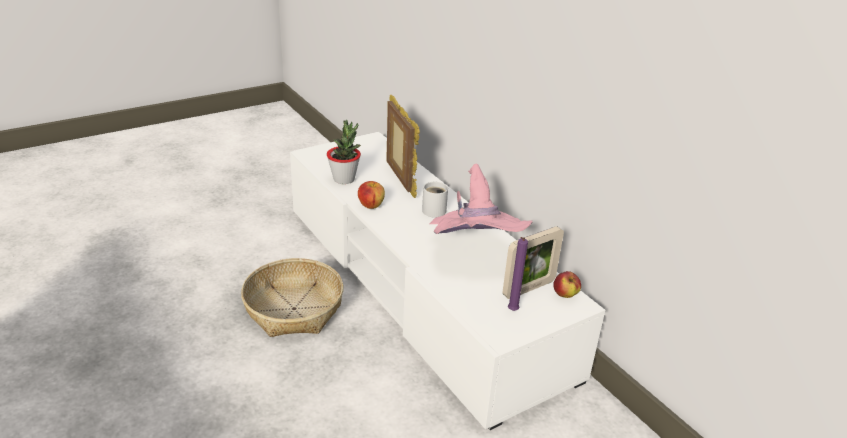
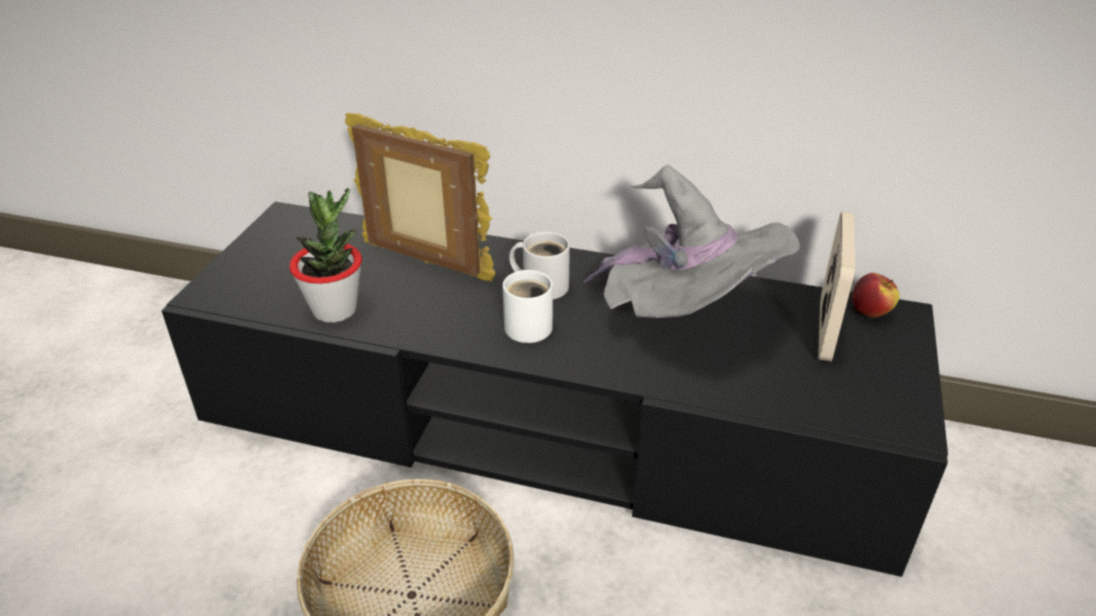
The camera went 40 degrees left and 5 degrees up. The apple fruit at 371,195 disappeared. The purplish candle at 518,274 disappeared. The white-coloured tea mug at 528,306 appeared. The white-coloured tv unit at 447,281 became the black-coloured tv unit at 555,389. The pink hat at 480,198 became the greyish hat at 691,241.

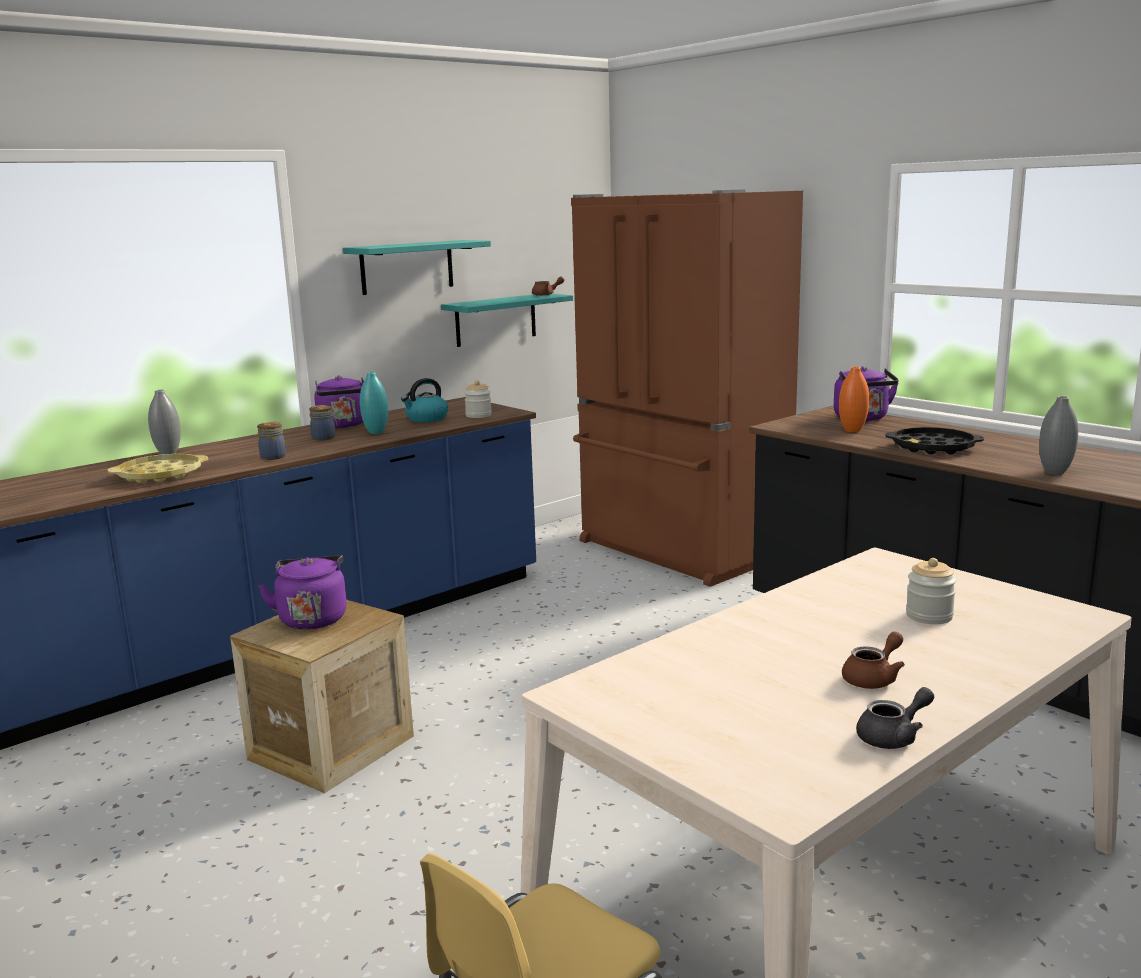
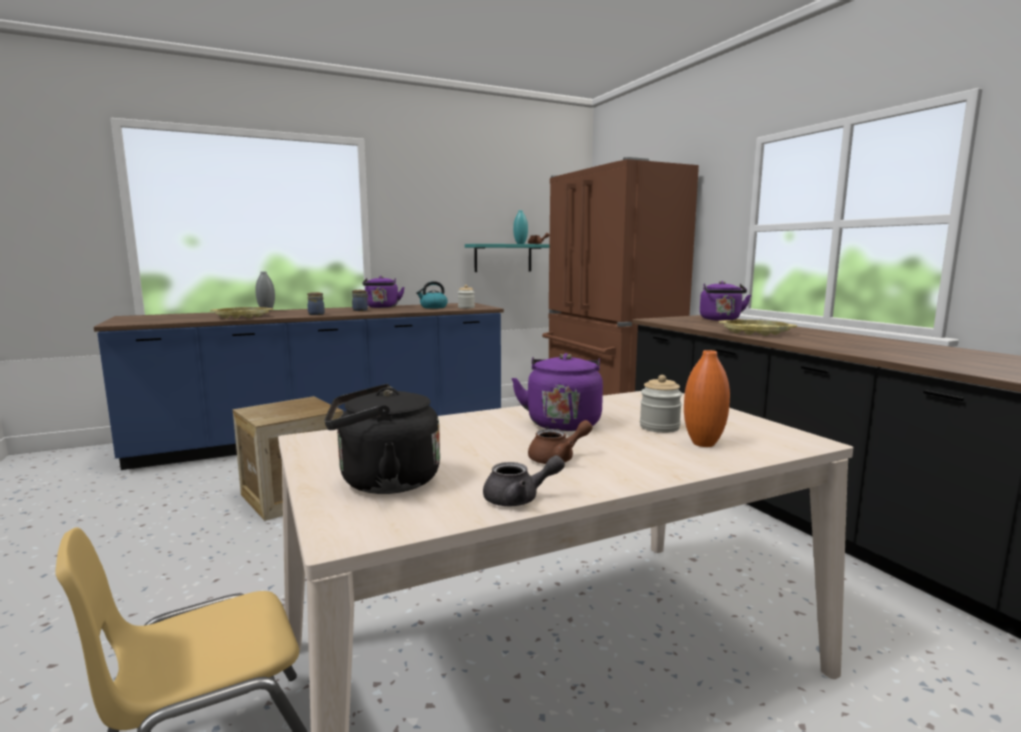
The camera went 15 degrees right and 5 degrees down. The turquoise wall shelf at 417,267 disappeared. The greyish flower vase at 1058,435 disappeared. The black-coloured tea kettle at 382,439 appeared. The purplish tea kettle moved from 302,592 to 557,392. The turquoise flower vase moved from 374,403 to 520,227. The orange-coloured flower vase moved from 854,399 to 707,398. The black-coloured carrying tray at 934,441 became the yellow carrying tray at 758,328.

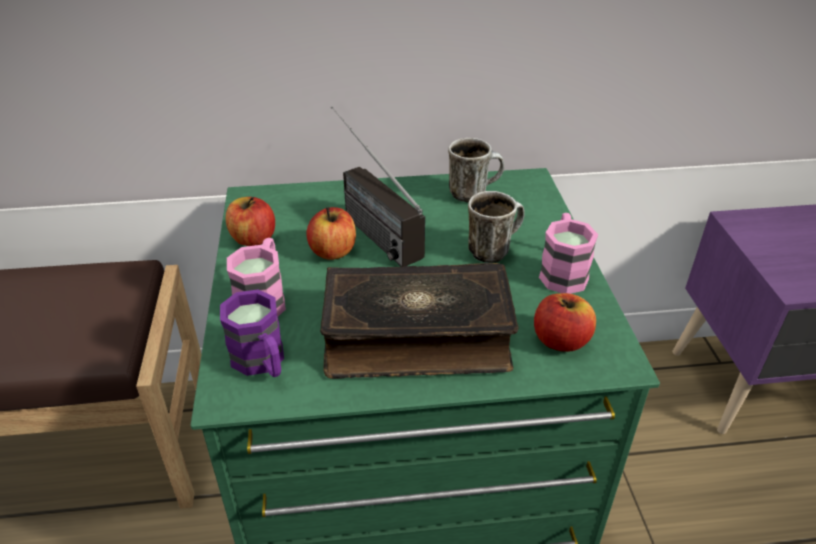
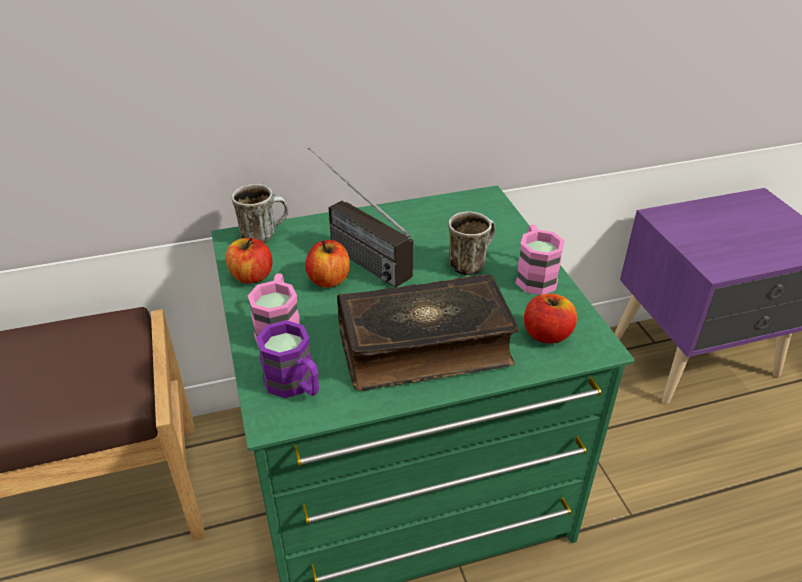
The camera went 10 degrees left and 0 degrees up. The tea mug moved from 476,170 to 260,213.

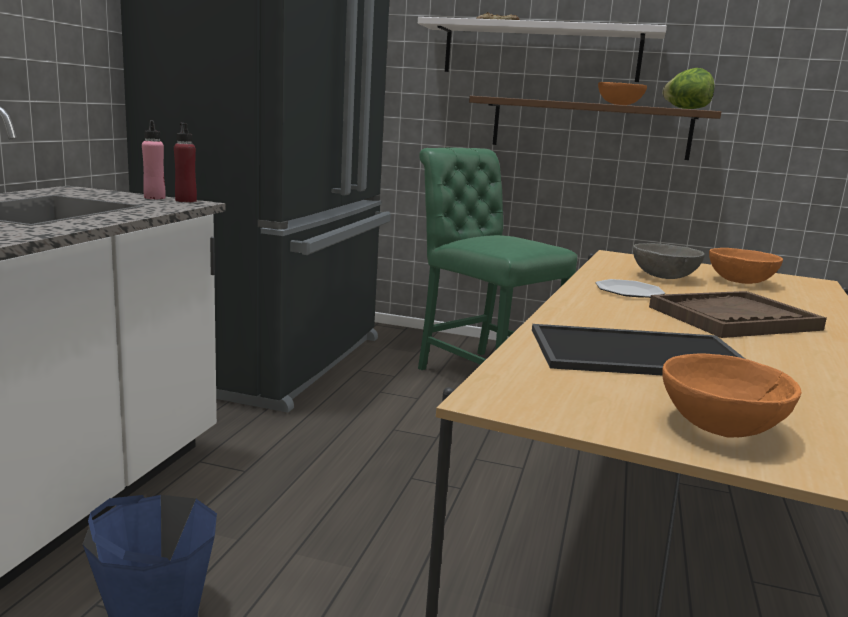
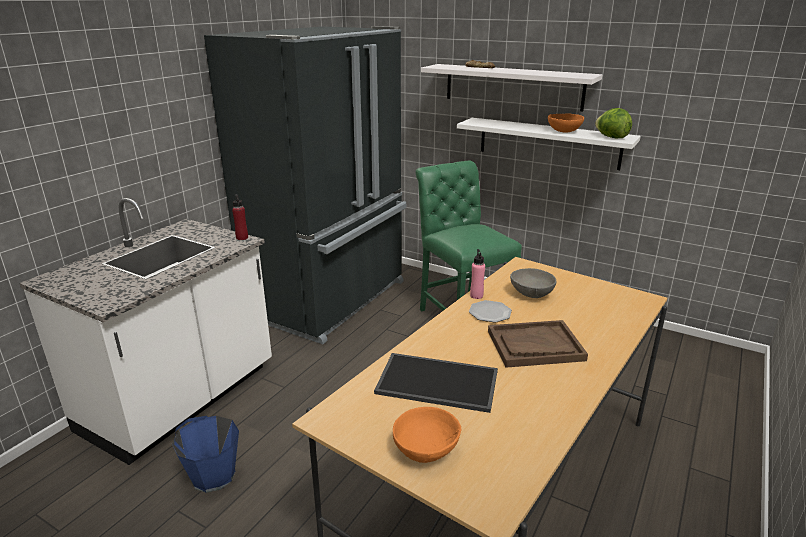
The camera went 15 degrees right and 10 degrees up. The orange-coloured bowl at 746,266 disappeared. The pink drink bottle moved from 154,159 to 477,274. The brownish wall shelf at 595,128 became the white-coloured wall shelf at 549,144.

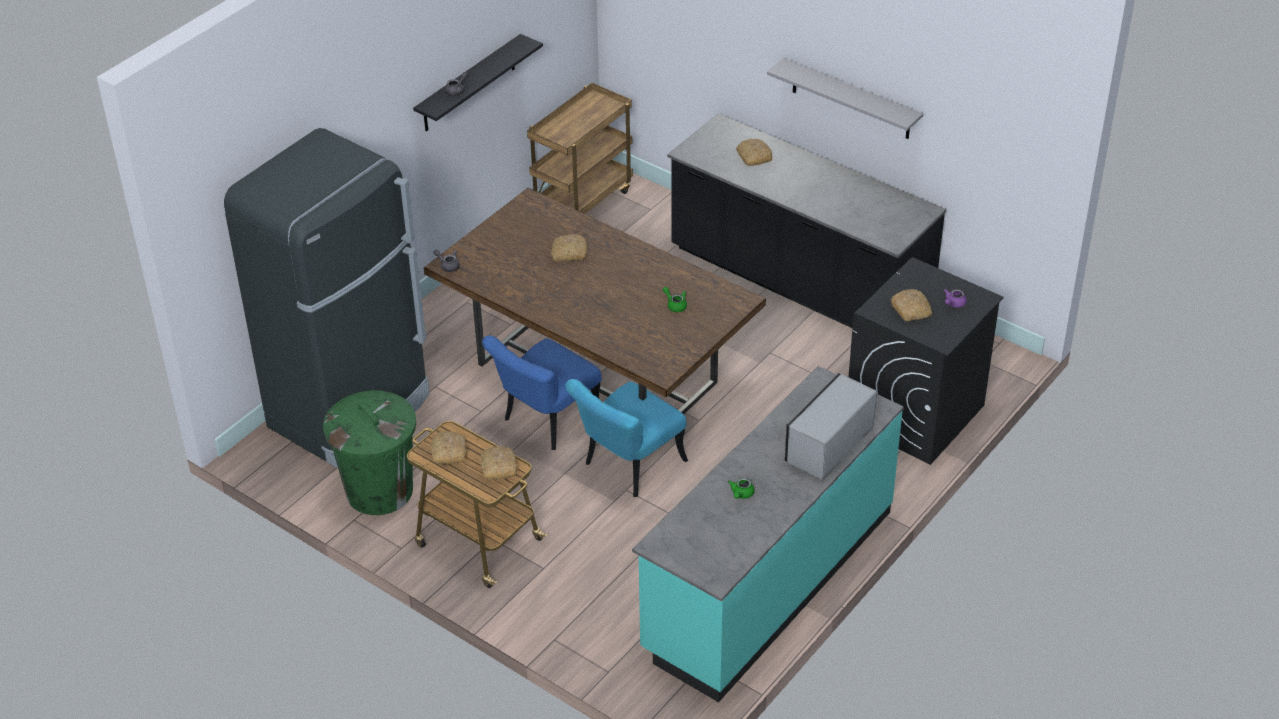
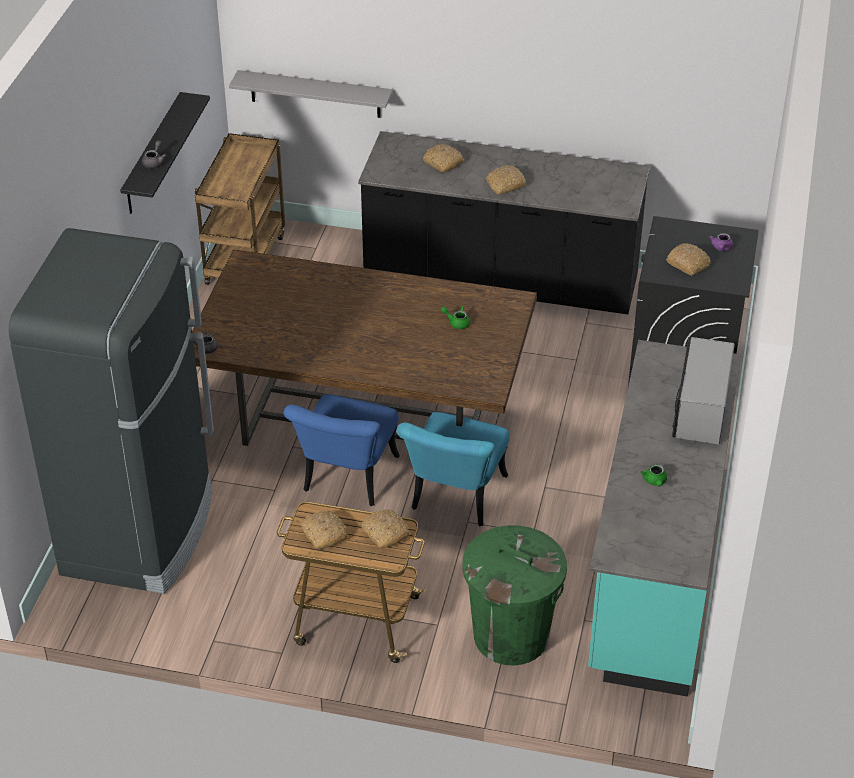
The camera went 25 degrees left and 0 degrees up. The green trash can moved from 369,452 to 514,595. The baked bread moved from 569,247 to 506,179. The greyish wall shelf moved from 845,98 to 311,94.

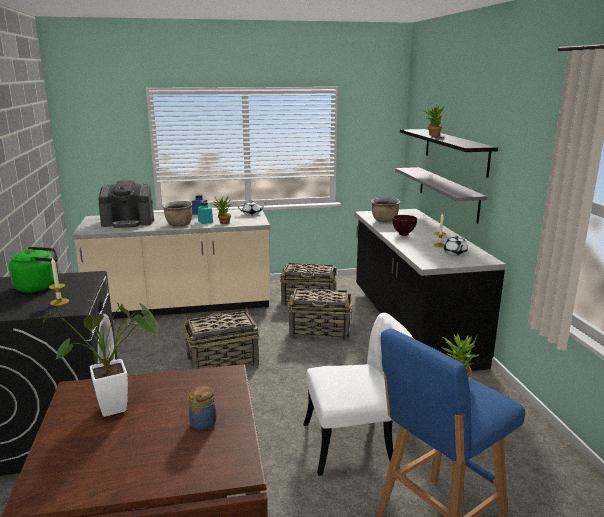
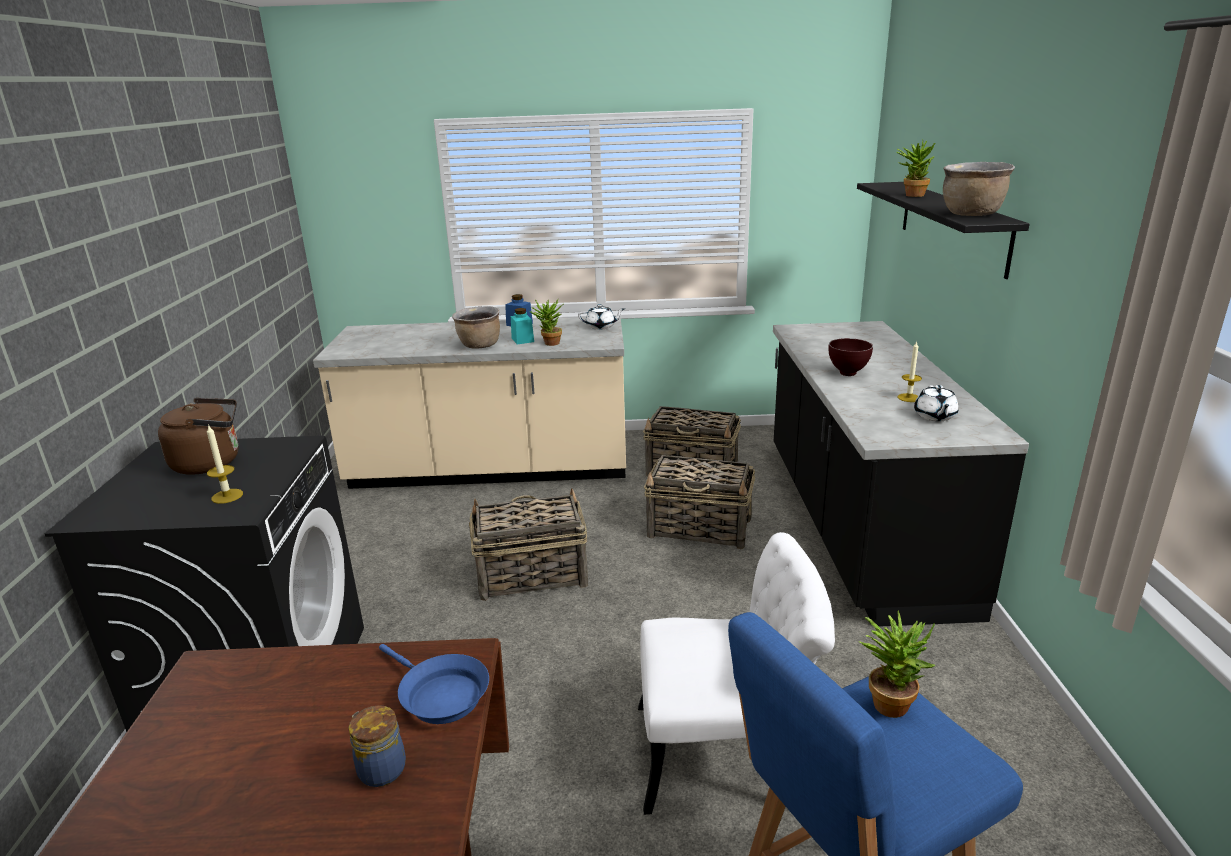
The camera went 10 degrees right and 5 degrees up. The potted plant at 101,360 disappeared. The coffee brewer at 126,204 disappeared. The greyish wall shelf at 441,195 disappeared. The blue-coloured skillet at 434,684 appeared. The brownish saucepot moved from 385,210 to 979,189. The green tea kettle at 33,269 became the brownish tea kettle at 198,436.

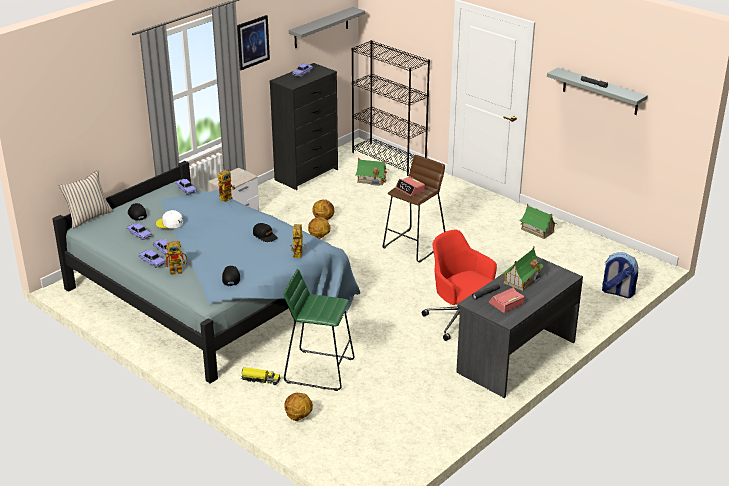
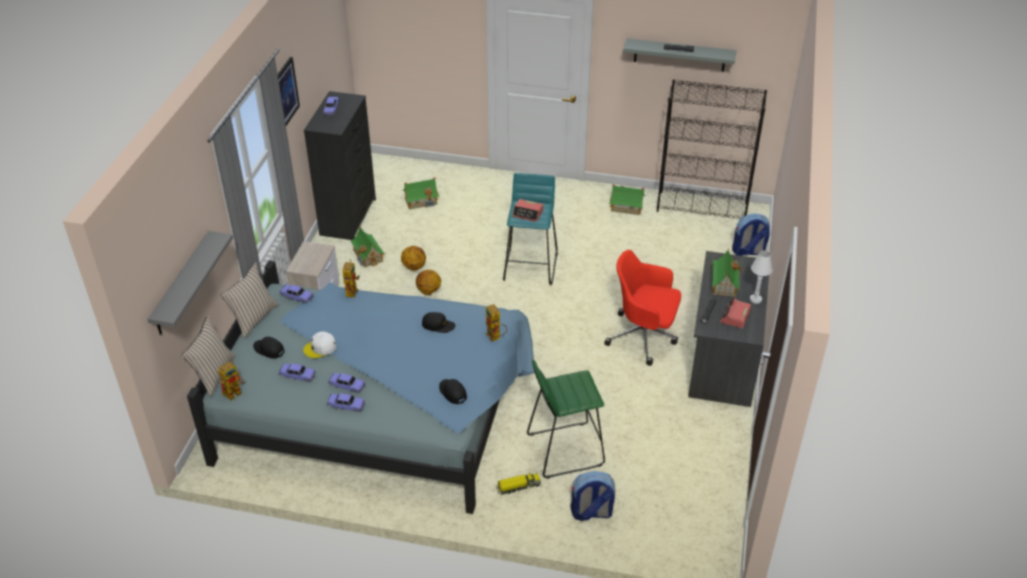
The camera went 30 degrees left and 10 degrees up. The sand-coloured throw pillow at 249,300 appeared. The model house at 367,246 appeared. The white-coloured tabletop lamp at 761,277 appeared. The robot figure moved from 176,258 to 231,380. The greyish wall shelf moved from 327,27 to 190,283. The black-coloured bookshelf moved from 390,108 to 712,149. The basketball ball at 298,407 was replaced by the backpack at 593,496. The brownish sitting stool at 414,209 became the turquoise sitting stool at 530,229.

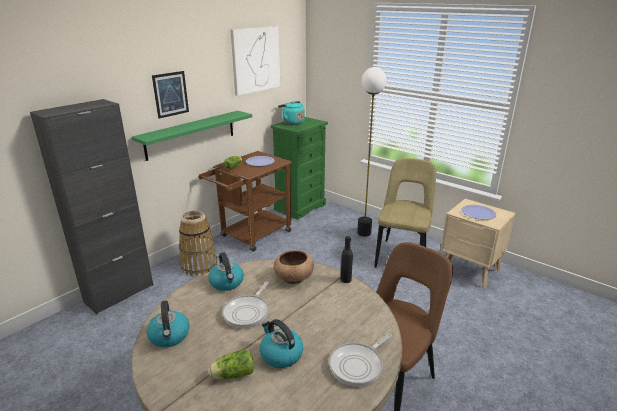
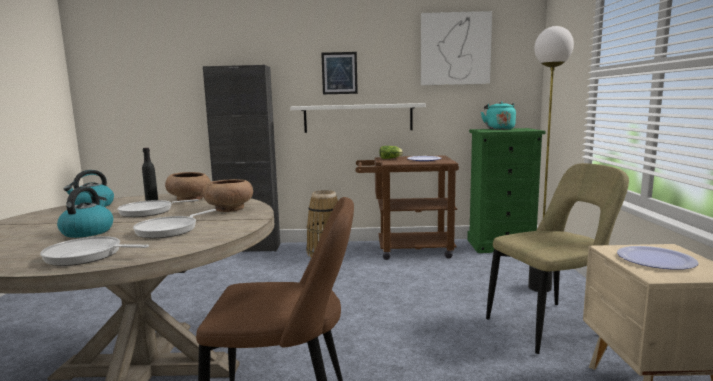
The camera went 50 degrees right and 15 degrees down. The head of lettuce at 231,364 disappeared. The skillet at 174,223 appeared. The black-coloured drink bottle moved from 347,259 to 150,174. The tea kettle at 226,271 was replaced by the brownish bowl at 188,186. The green wall shelf at 192,136 became the white-coloured wall shelf at 358,118.

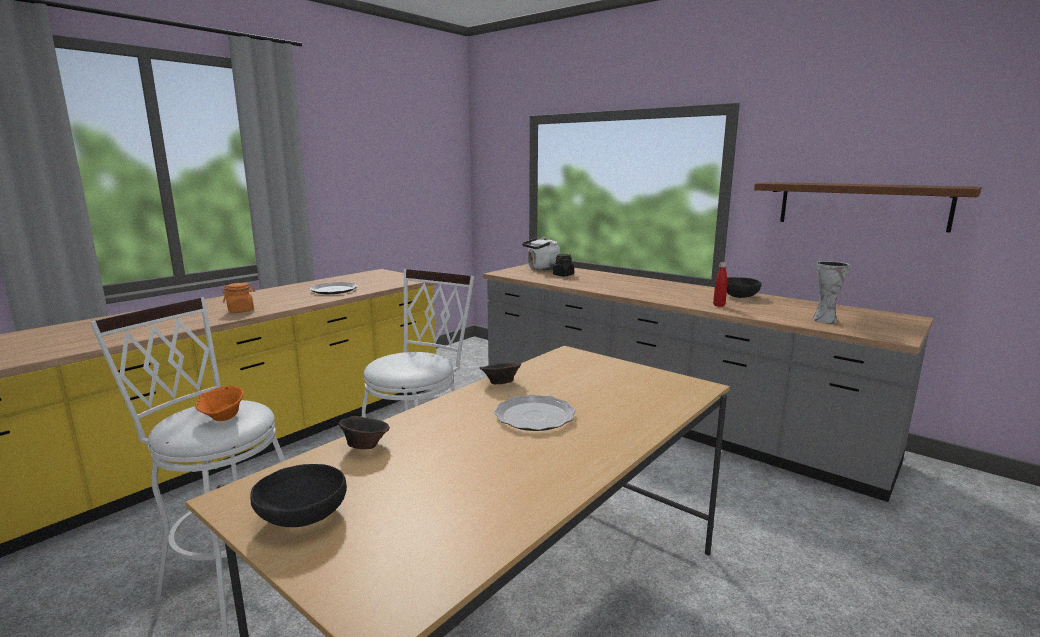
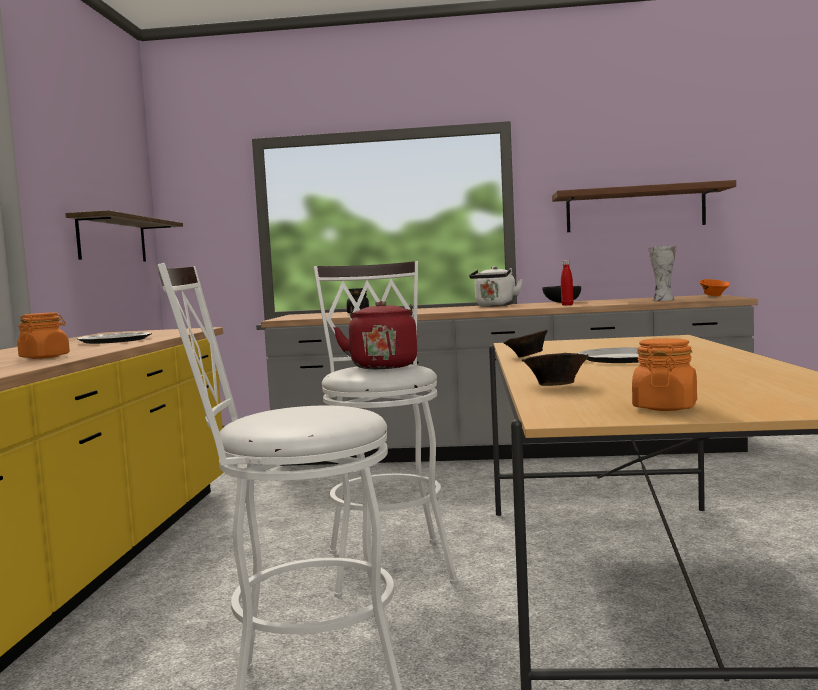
The camera went 35 degrees left and 10 degrees down. The wall shelf at 124,236 appeared. The red-coloured tea kettle at 375,335 appeared. The orange-coloured bowl moved from 219,403 to 714,287. The white-coloured tea kettle moved from 541,253 to 496,286. The black-coloured bowl at 298,495 was replaced by the orange-coloured storage jar at 664,374.

